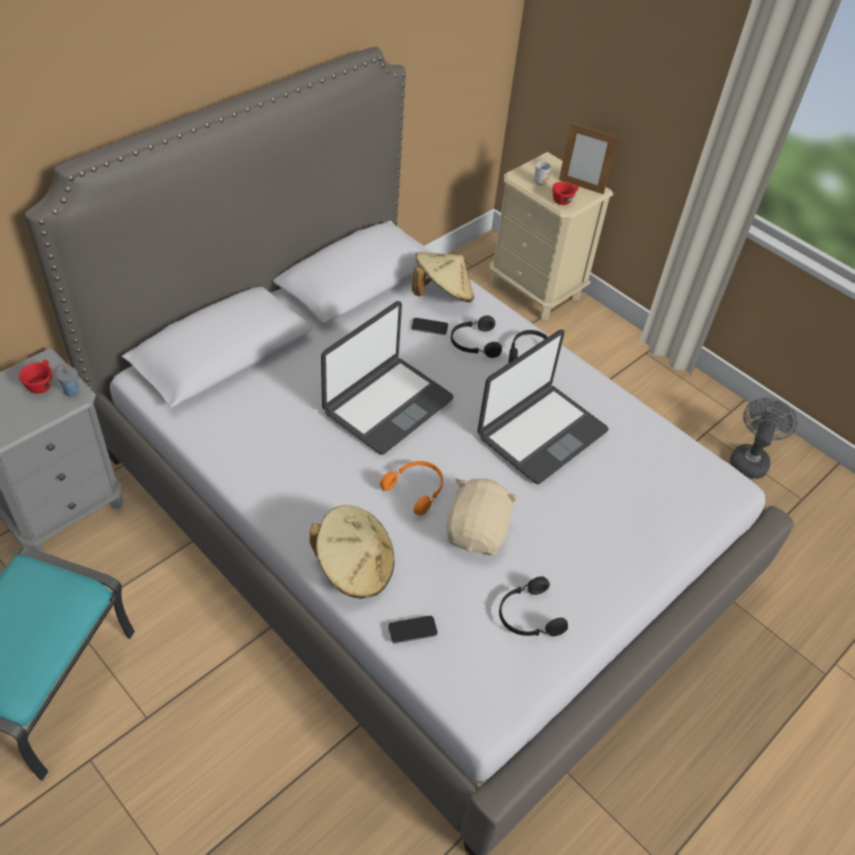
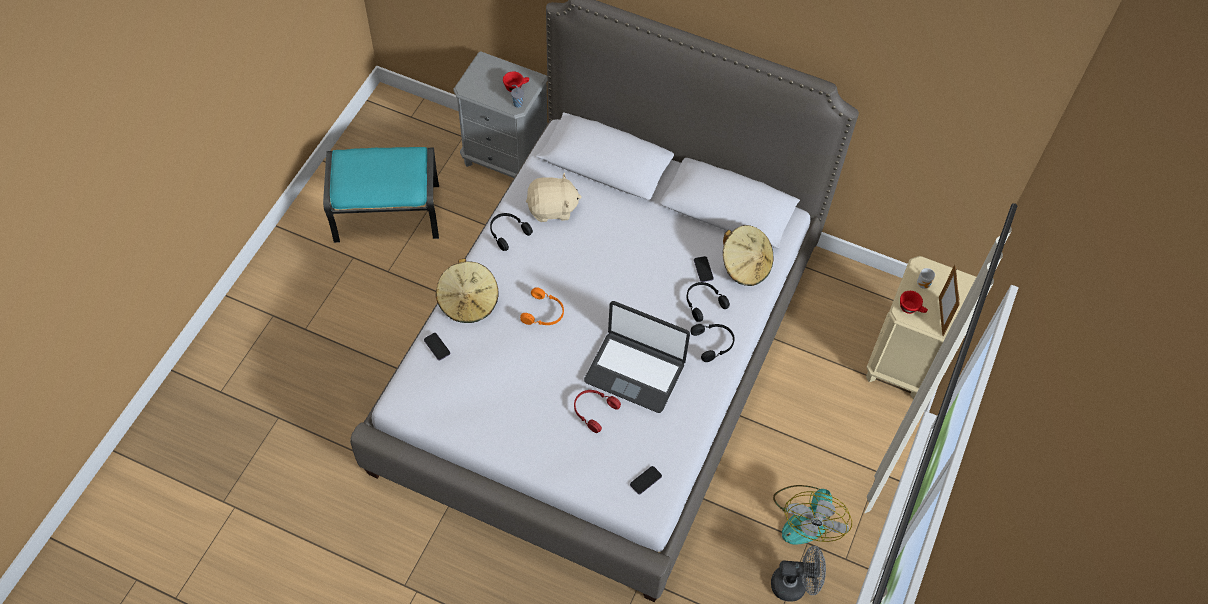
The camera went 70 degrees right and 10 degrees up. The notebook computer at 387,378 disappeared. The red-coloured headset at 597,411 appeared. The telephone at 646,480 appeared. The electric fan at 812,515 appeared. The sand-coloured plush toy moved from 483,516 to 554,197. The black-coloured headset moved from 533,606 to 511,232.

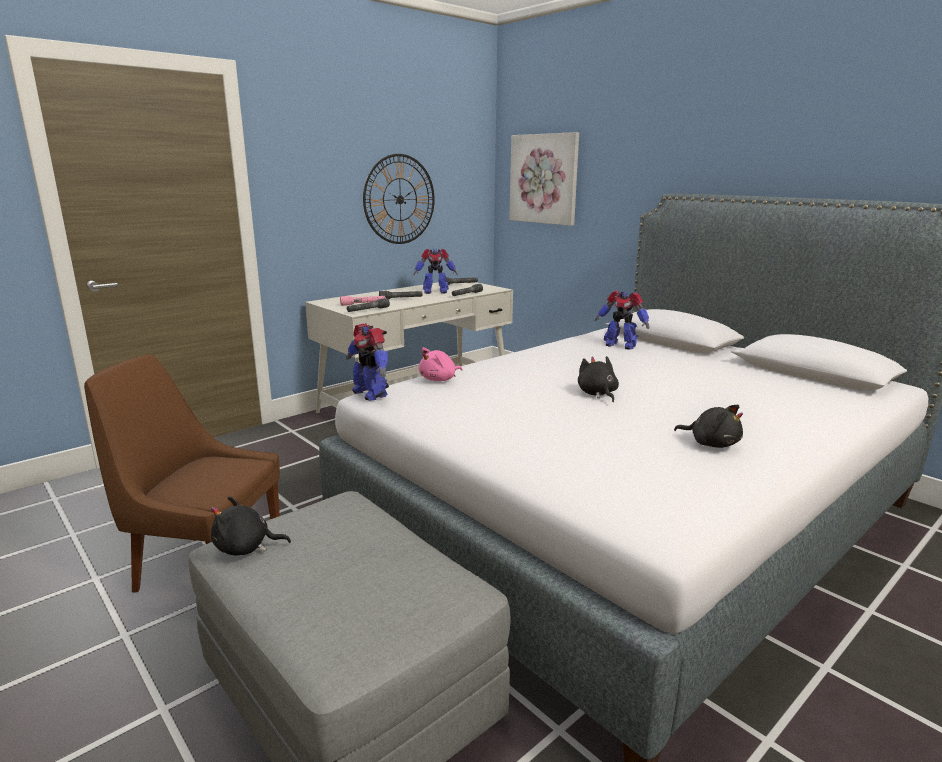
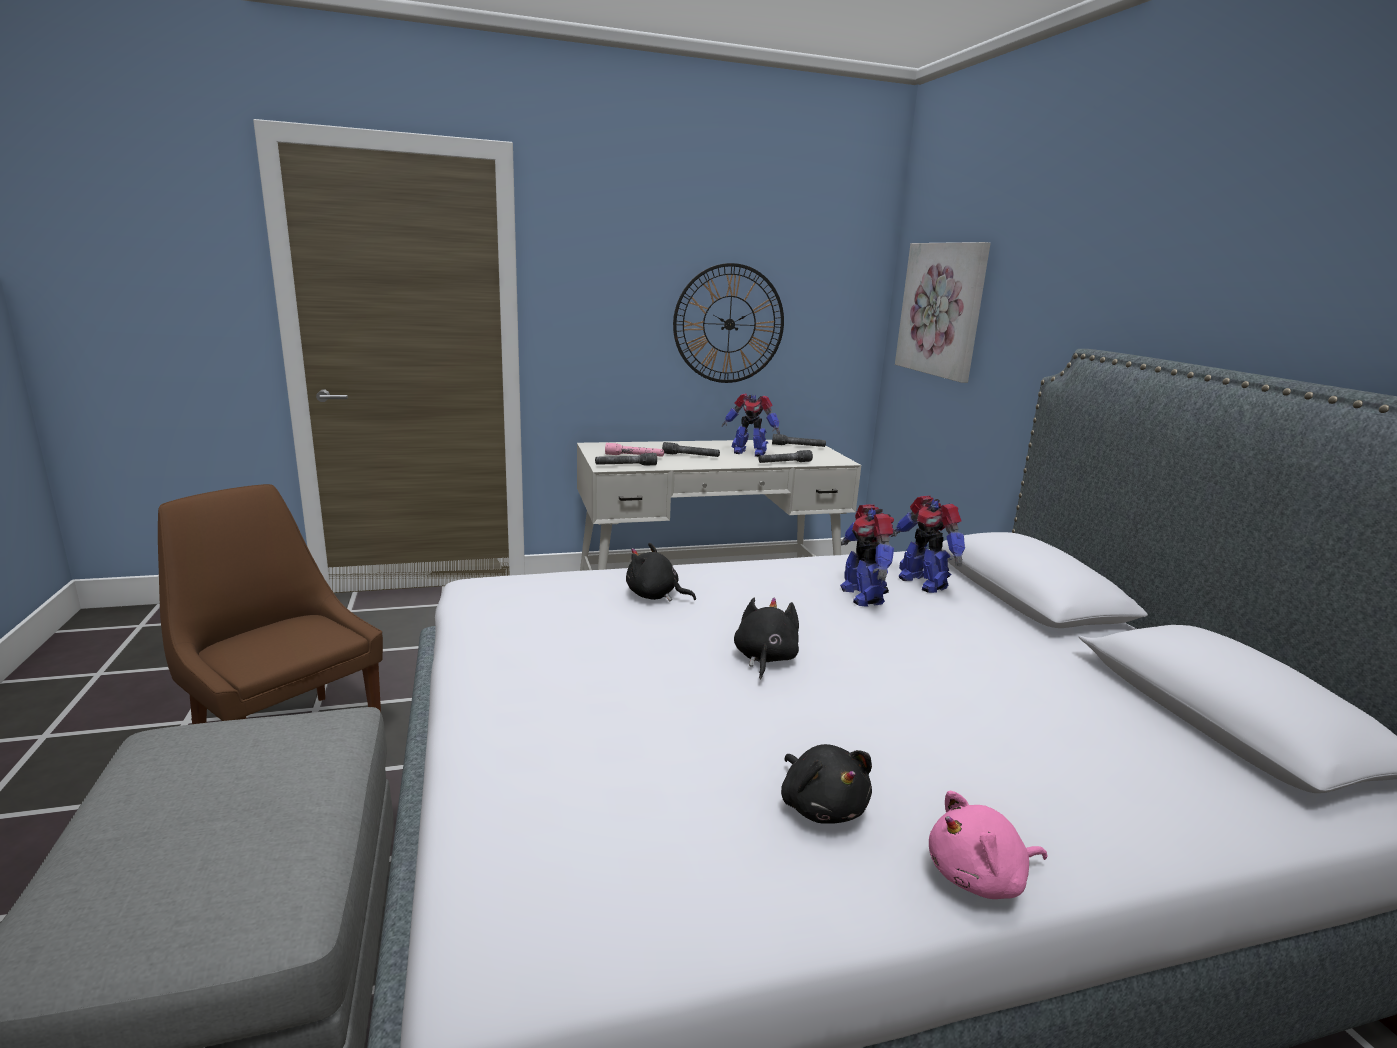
The camera went 25 degrees right and 0 degrees up. The black-coloured plush toy moved from 251,525 to 661,572. The robot figure moved from 367,362 to 867,555. The pink plush toy moved from 441,364 to 988,845.

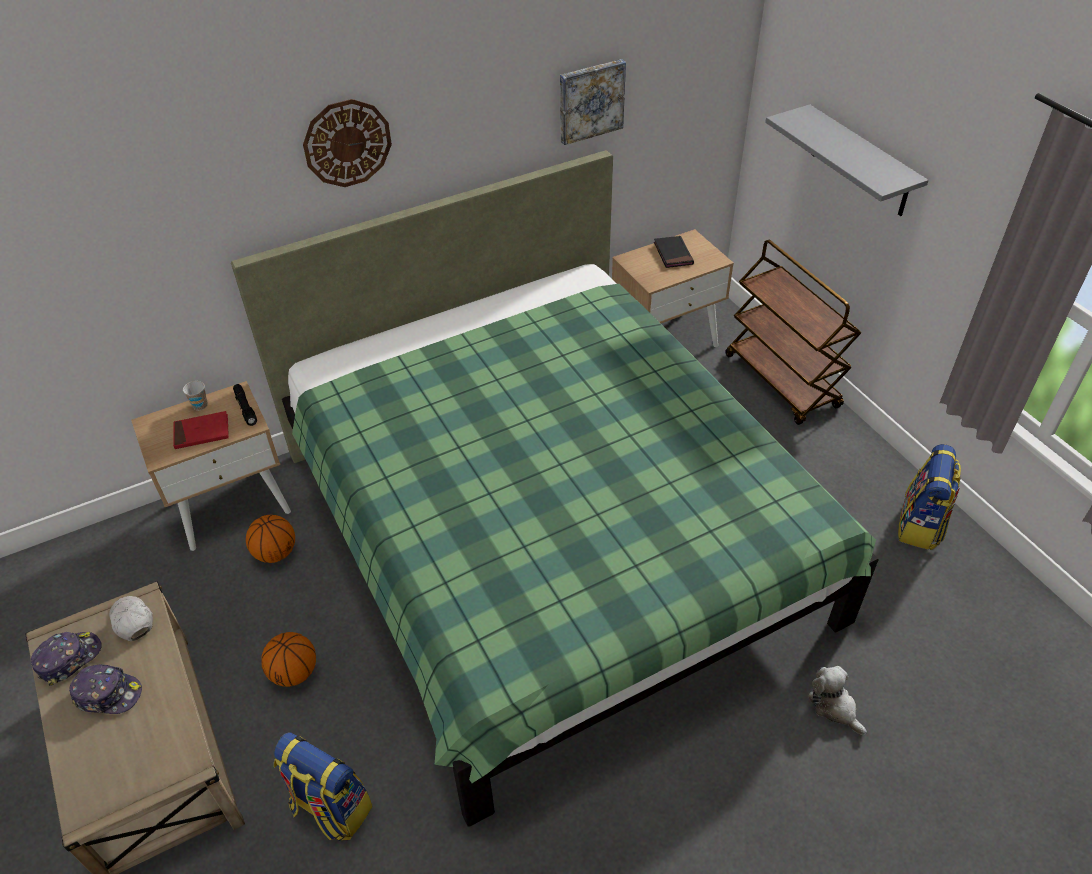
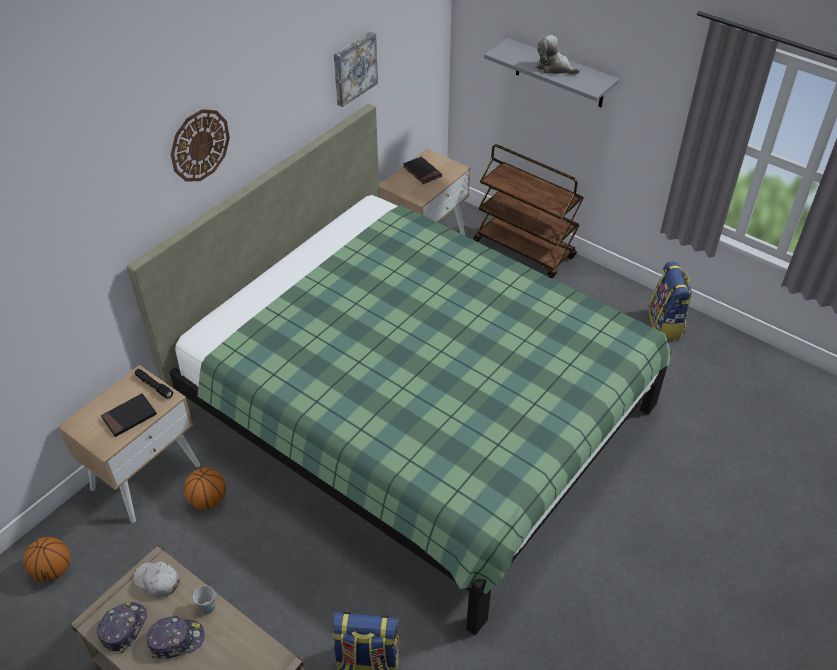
The camera went 25 degrees left and 0 degrees up. The drinking cup moved from 195,395 to 204,600. The basketball ball moved from 288,659 to 46,559. The plush toy moved from 837,700 to 558,55. The red-coloured bound book at 201,430 became the black-coloured bound book at 129,415.

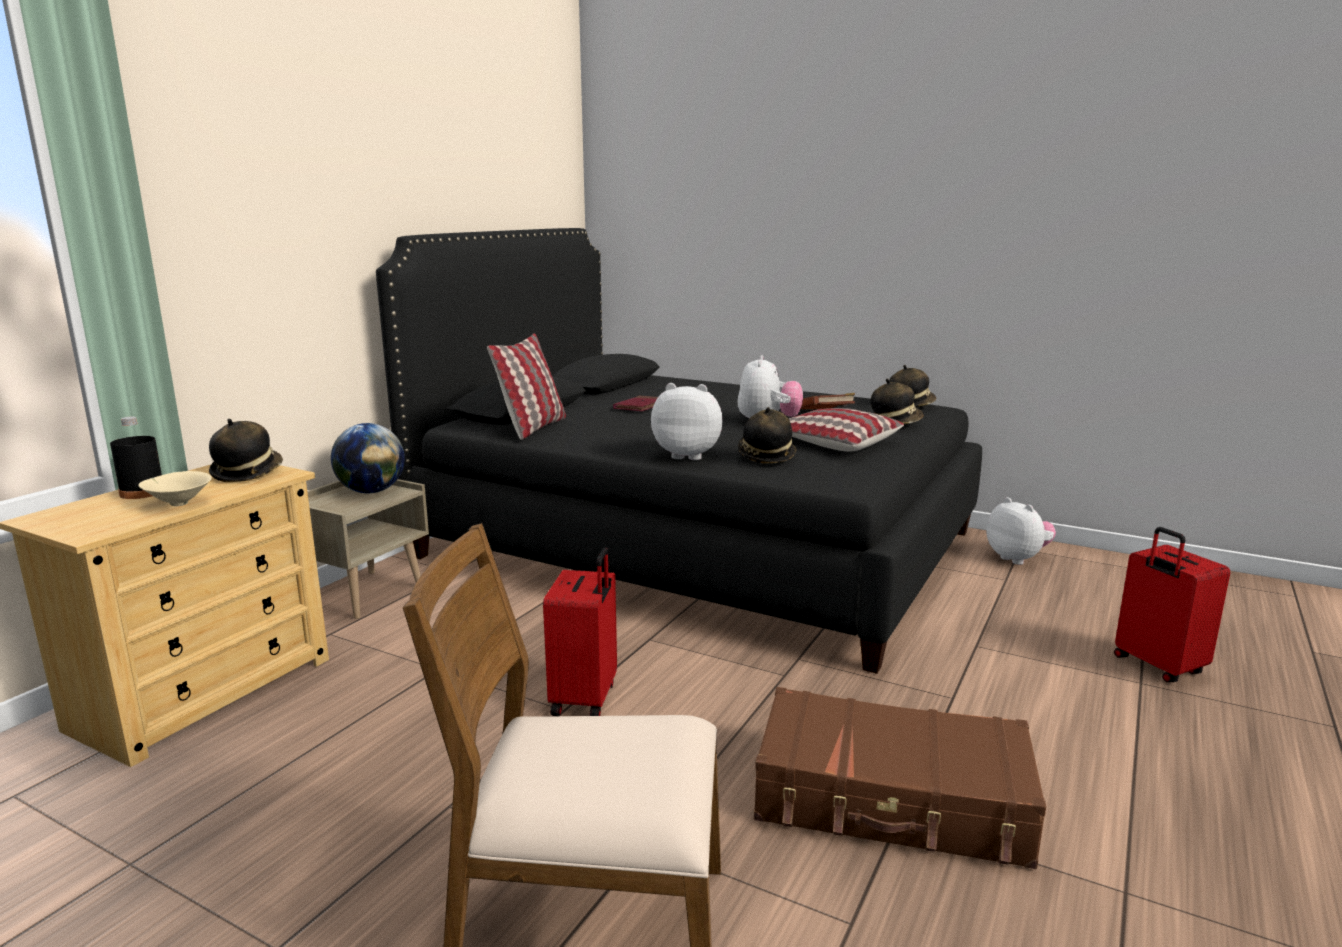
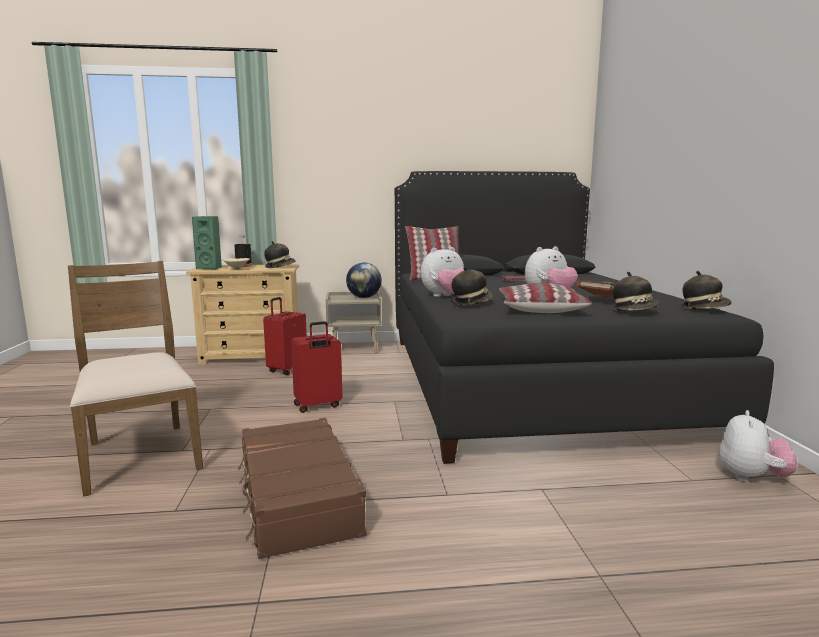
The camera went 55 degrees right and 5 degrees down. The green audio speaker at 207,242 appeared. The red-coloured piece of luggage moved from 1172,604 to 285,336. The plush toy at 686,421 turned 90 degrees clockwise.

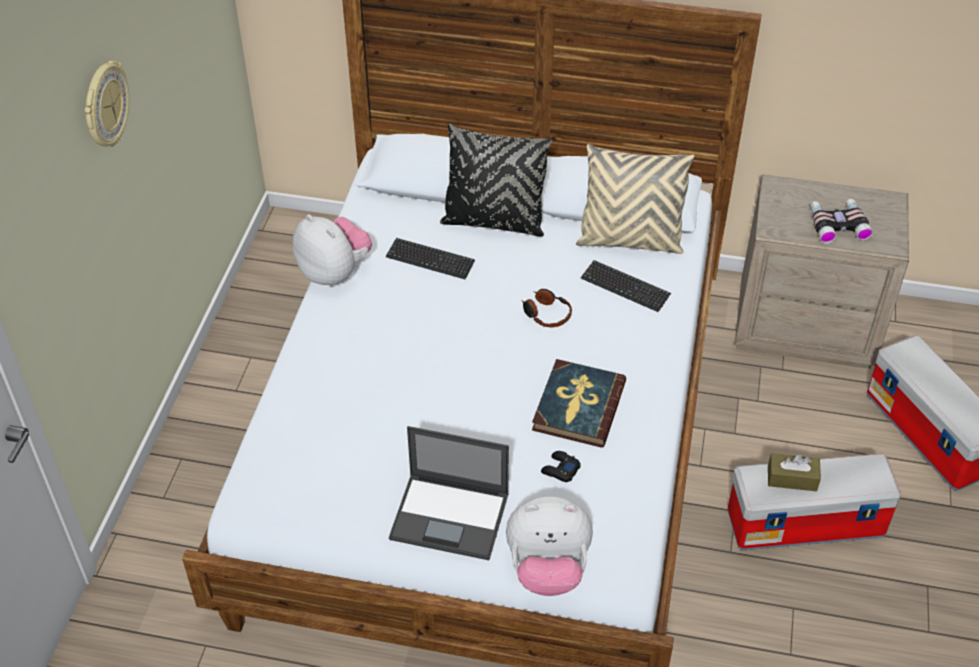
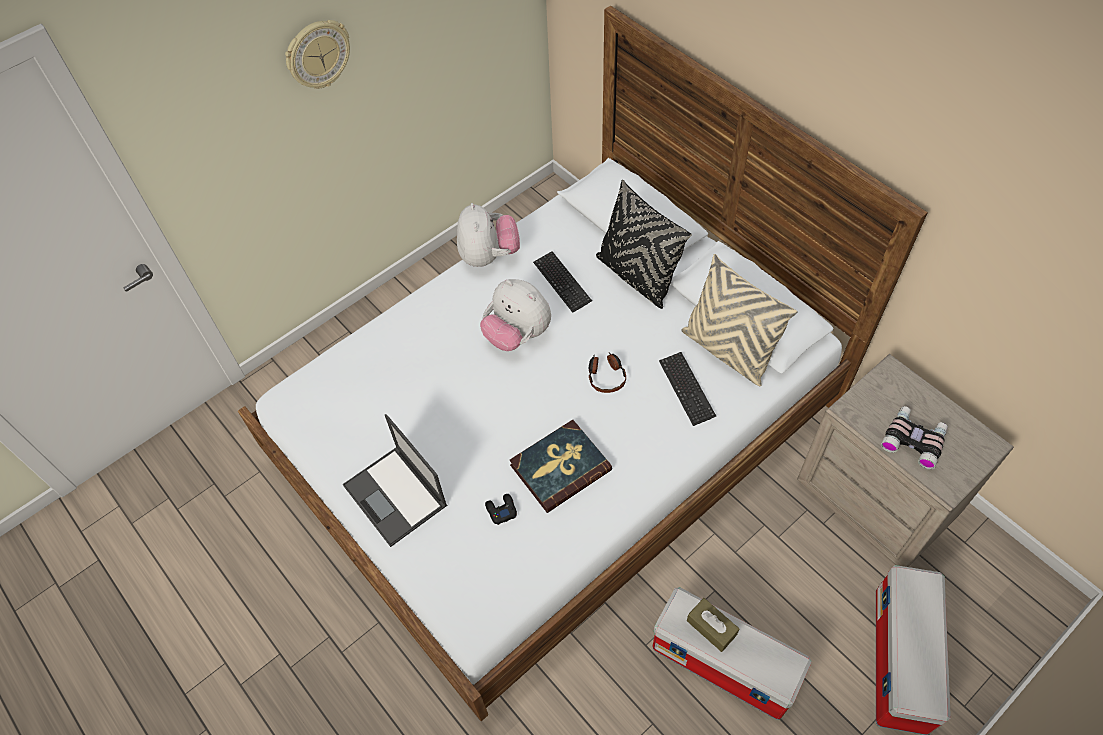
The camera went 40 degrees right and 10 degrees up. The plush toy moved from 549,546 to 515,315.

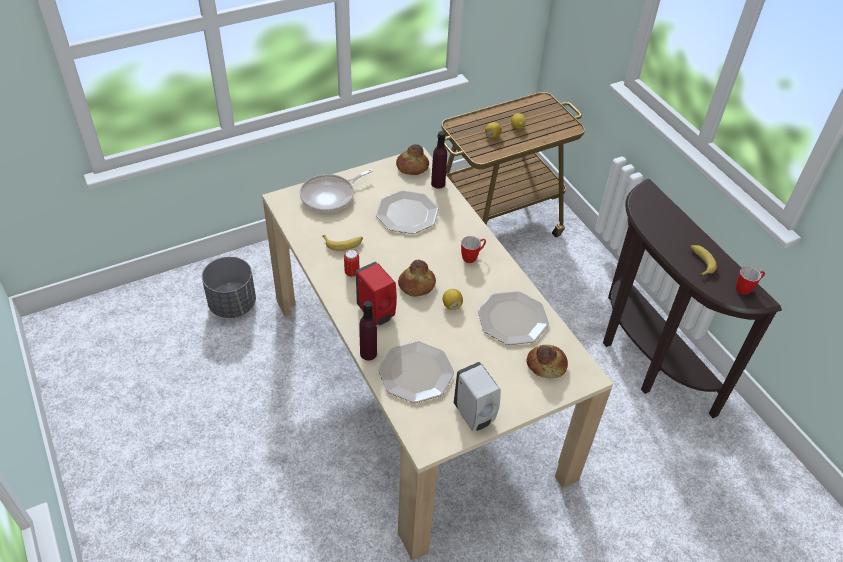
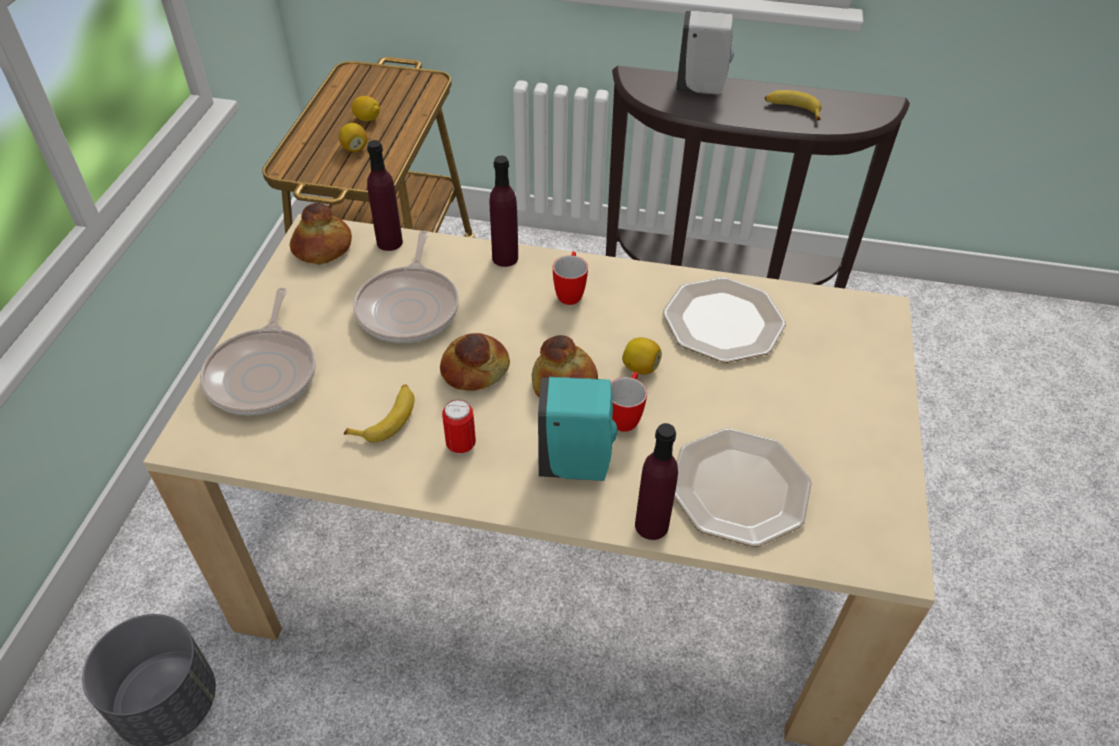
The camera went 50 degrees left and 0 degrees up. The purplish drink bottle at 503,211 appeared. The white-coloured soap bottle moved from 477,396 to 705,53. The baked bread moved from 547,362 to 475,362. The tea mug moved from 750,280 to 629,402. The plate at 407,212 was replaced by the skillet at 406,287. The red-coloured soap bottle at 376,293 became the turquoise soap bottle at 578,429.

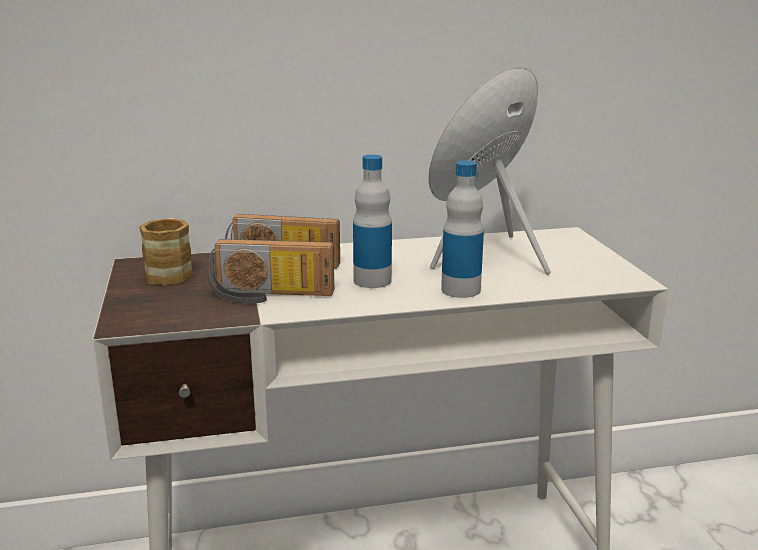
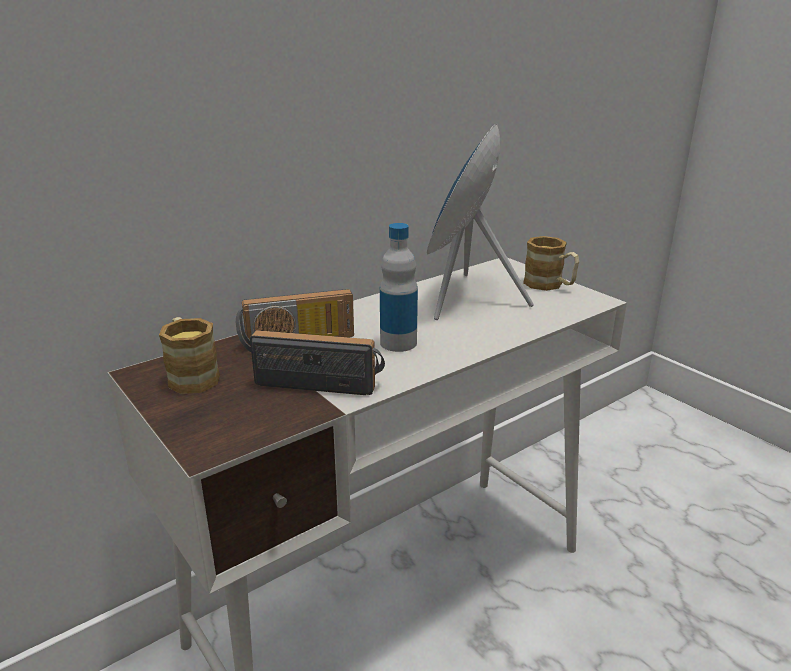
The camera went 25 degrees left and 5 degrees up. The drink bottle at 462,229 disappeared. The tea mug at 551,263 appeared. The radio at 270,271 turned 150 degrees counterclockwise.

